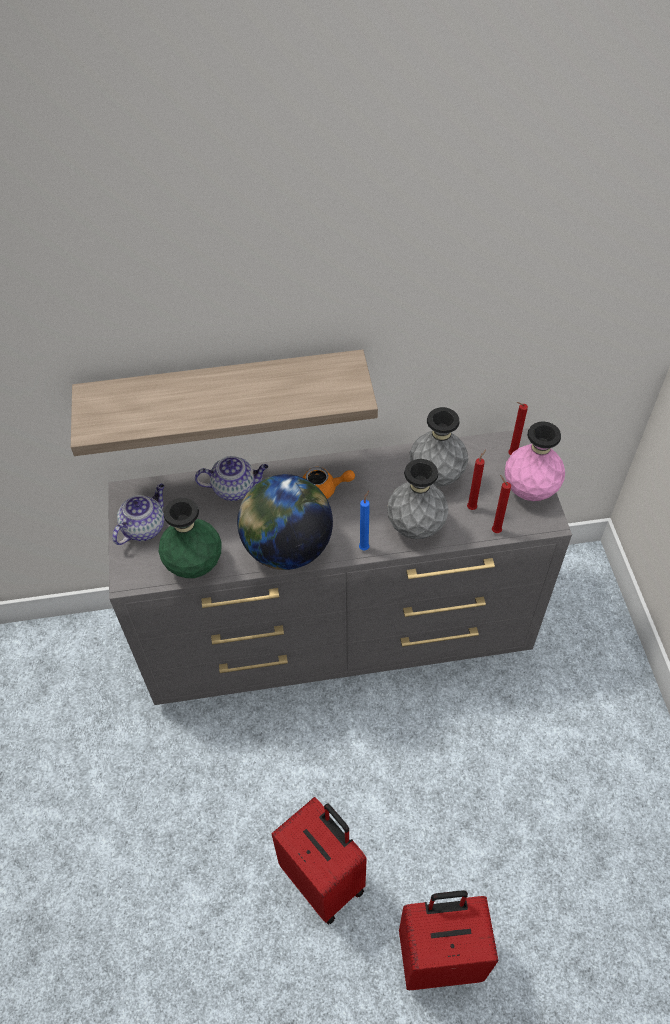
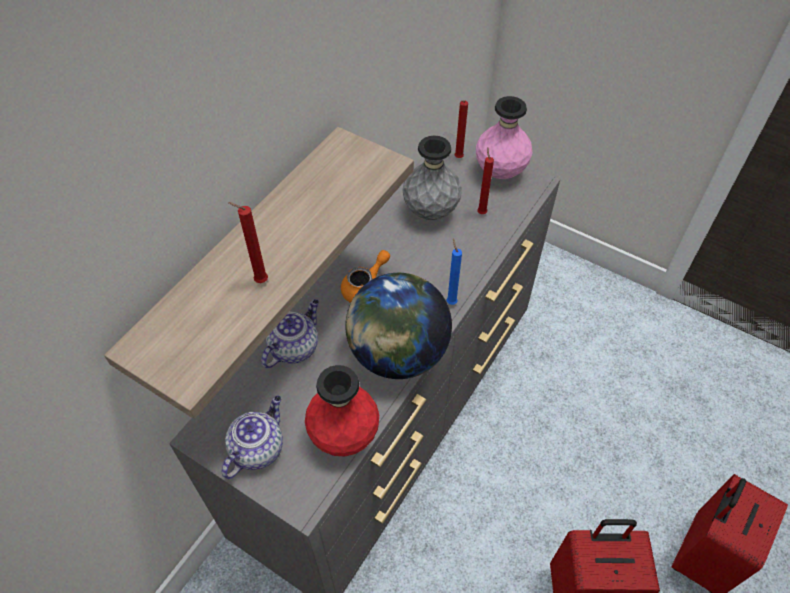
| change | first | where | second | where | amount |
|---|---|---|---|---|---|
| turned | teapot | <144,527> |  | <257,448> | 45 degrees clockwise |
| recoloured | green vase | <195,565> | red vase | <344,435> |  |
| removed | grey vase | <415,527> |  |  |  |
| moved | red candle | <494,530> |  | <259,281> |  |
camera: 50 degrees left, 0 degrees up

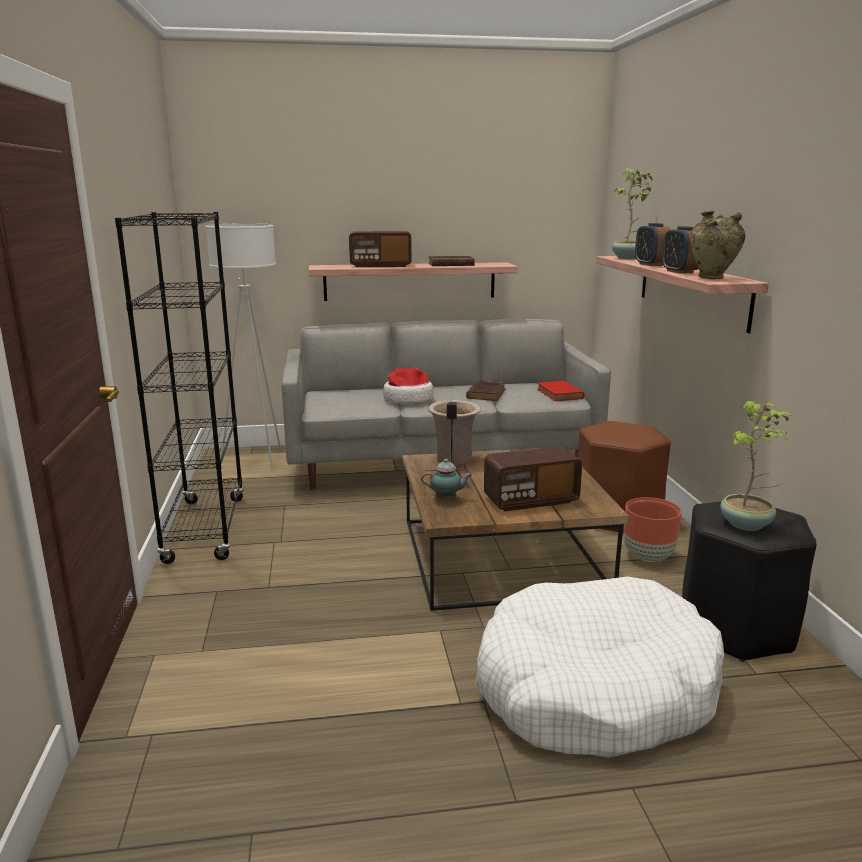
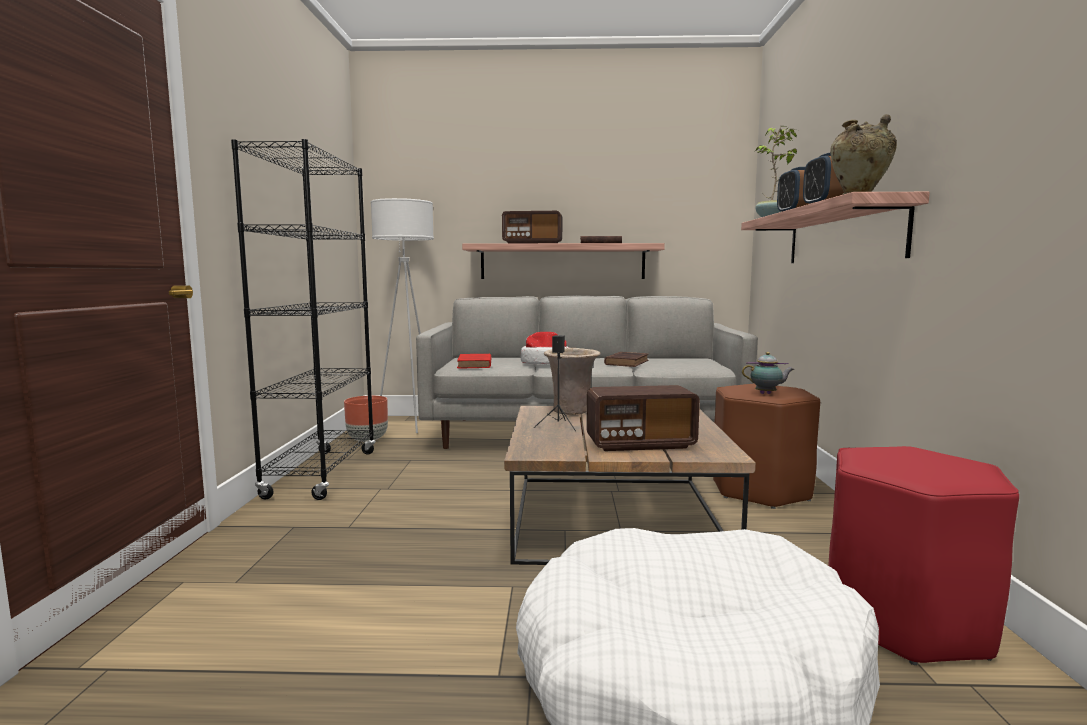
| change | first | where | second | where | amount |
|---|---|---|---|---|---|
| moved | teapot | <447,499> |  | <767,394> |  |
| moved | red book | <560,394> |  | <474,365> |  |
| moved | brown planter | <648,557> |  | <368,440> |  |
| recoloured | black stool | <736,629> | red stool | <905,621> |  |
| removed | potted plant | <747,525> |  |  |  |
camera: 10 degrees right, 10 degrees down

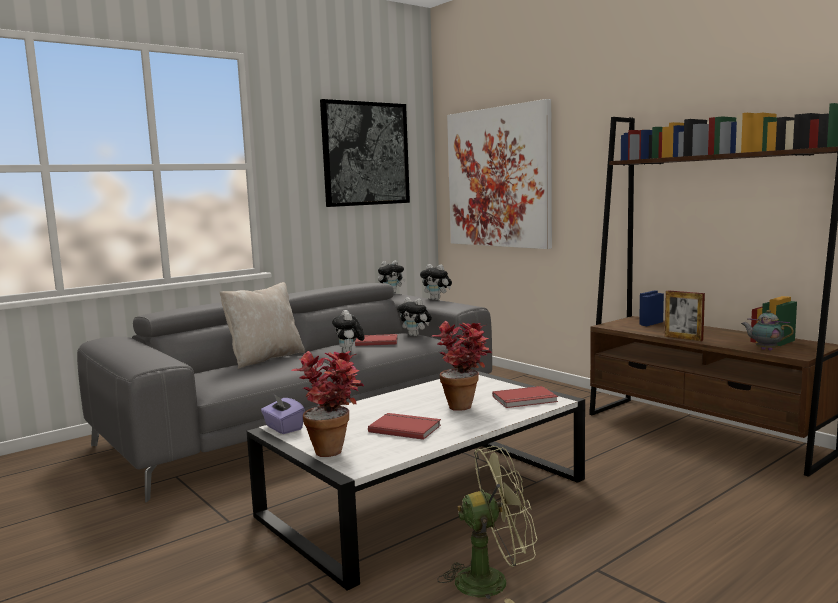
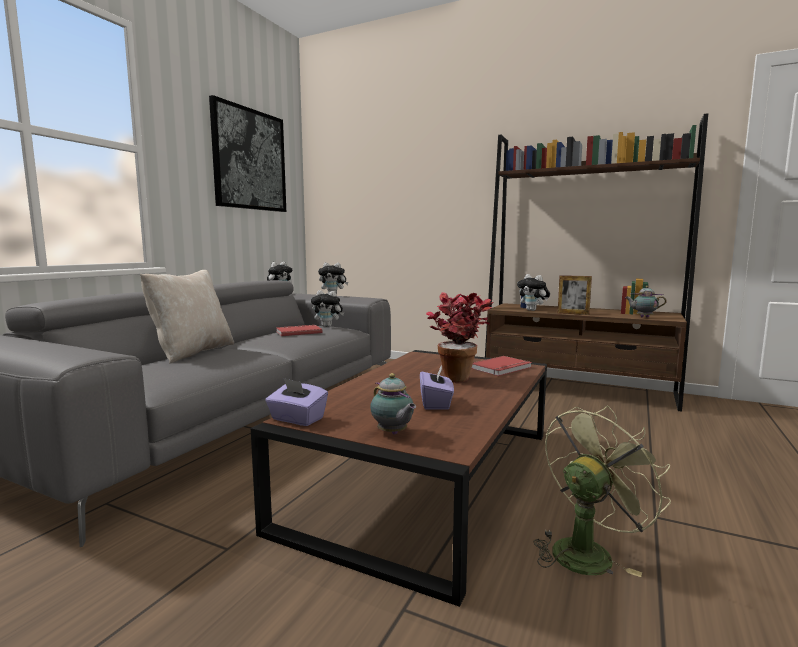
| change | first | where | second | where | amount |
|---|---|---|---|---|---|
| recoloured | white coffee table | <426,496> | brown coffee table | <428,475> |  |
| replaced | potted plant | <335,448> | teapot | <393,433> |  |
| moved | plush toy | <349,352> |  | <533,310> |  |
| replaced | red book | <405,428> | purple tissue box | <436,403> |  |
| removed | picture | <498,177> |  |  |  |
camera: 25 degrees left, 0 degrees up

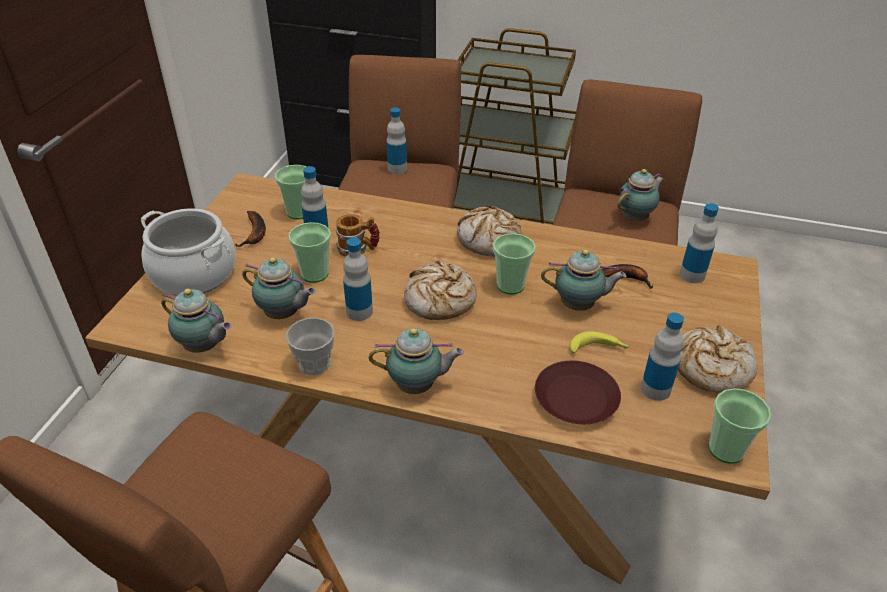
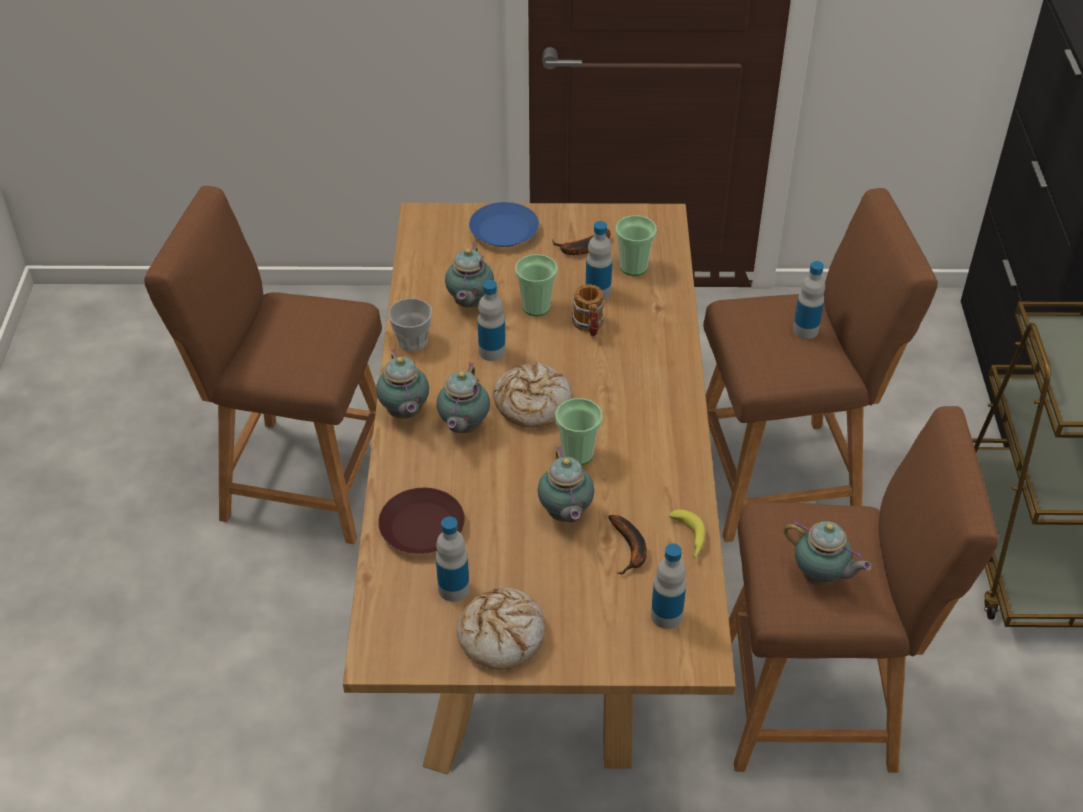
| change | first | where | second | where | amount |
|---|---|---|---|---|---|
| replaced | cooking pot | <194,273> | blue plate | <504,231> |  |
| moved | teapot | <204,347> |  | <463,428> |  |
| removed | bread | <489,240> |  |  |  |
| moved | banana | <598,349> |  | <688,538> |  |
| removed | cup | <726,449> |  |  |  |
camera: 75 degrees right, 5 degrees up

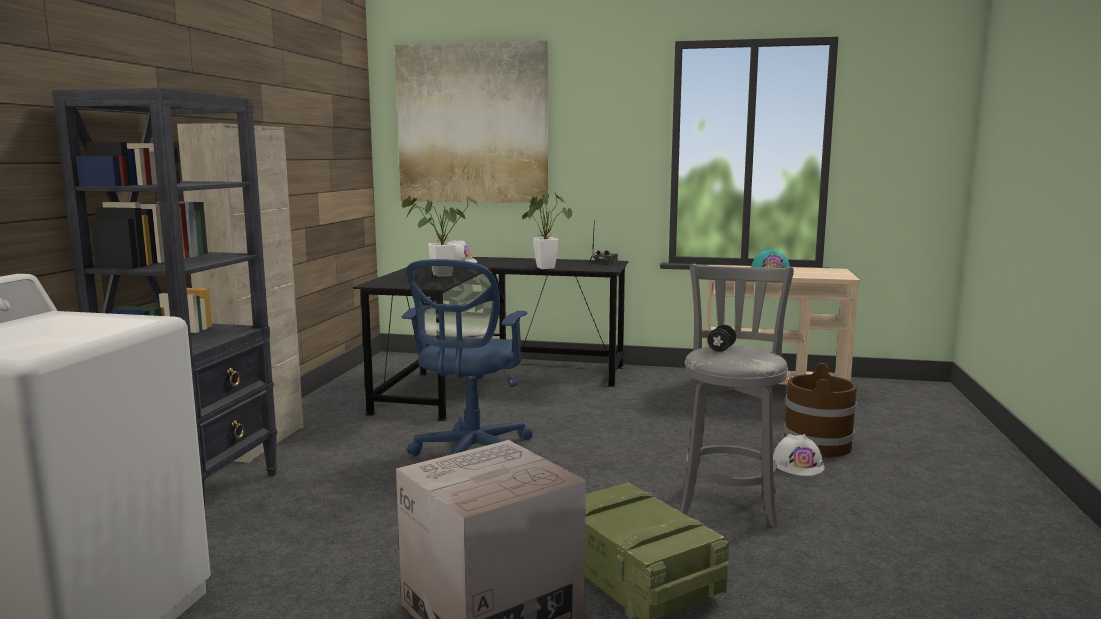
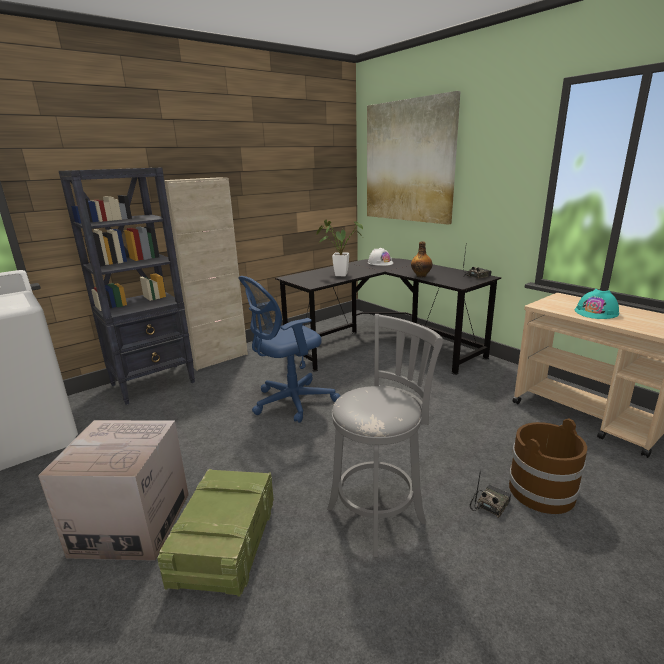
| change | first | where | second | where | amount |
|---|---|---|---|---|---|
| replaced | potted plant | <544,267> | bottle | <421,276> |  |
| removed | black dumbbell | <721,349> |  |  |  |
| replaced | white hard hat | <798,465> | radio | <489,504> |  |
camera: 40 degrees right, 10 degrees up

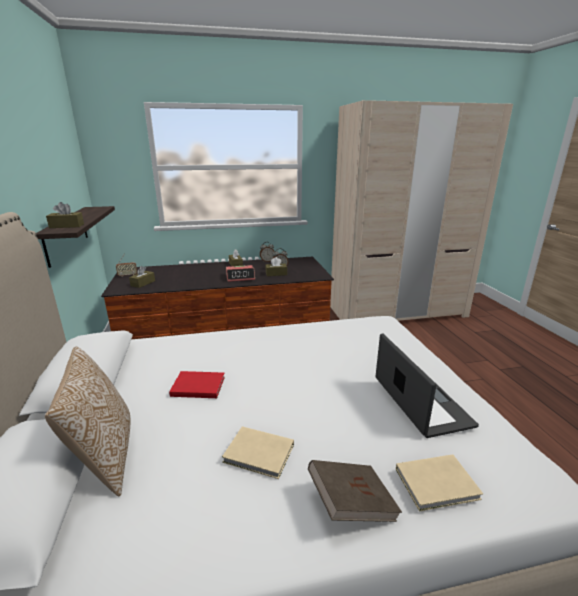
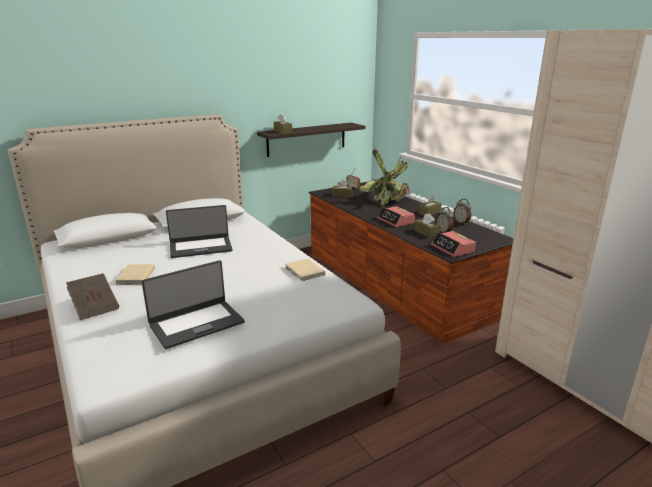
| change | first | where | second | where | amount |
|---|---|---|---|---|---|
| removed | pillow | <105,457> |  |  |  |
| replaced | red book | <197,386> | laptop | <200,247> |  |
| moved | beige book | <439,484> |  | <304,271> |  |
| added |  |  | potted plant | <387,200> |  |
| added |  |  | alarm clock | <452,249> |  |
camera: 70 degrees right, 0 degrees up

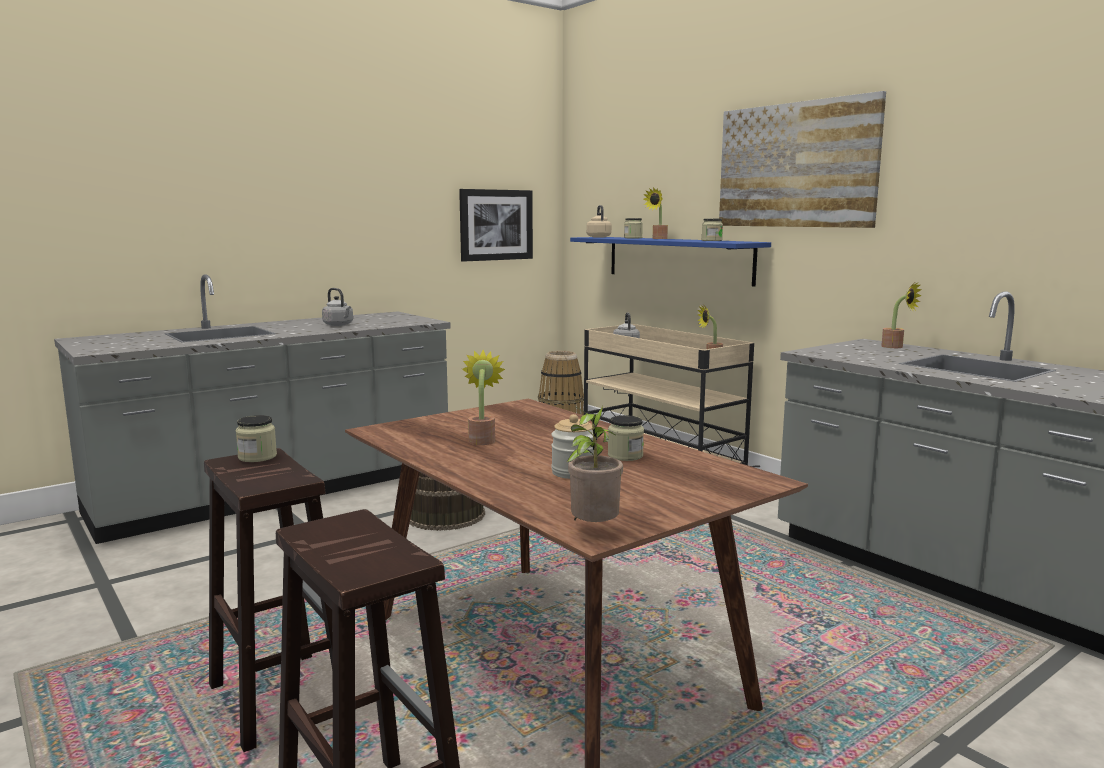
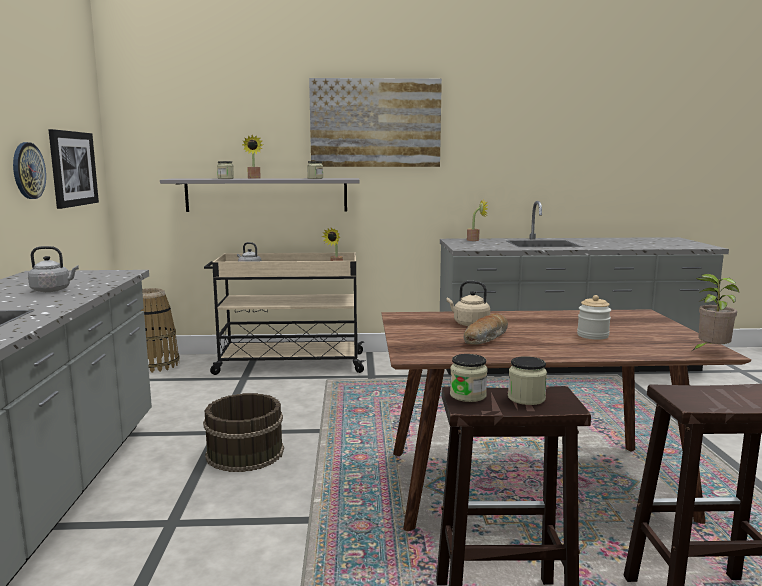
| change | first | where | second | where | amount |
|---|---|---|---|---|---|
| replaced | potted plant | <482,439> | bread | <486,338> |  |
| recoloured | blue shelf | <677,259> | grey shelf | <266,195> |  |
| moved | beige kettle | <598,237> |  | <469,324> |  |
| moved | jar | <625,456> |  | <526,398> |  |
| added |  |  | wall clock | <28,170> |  |
camera: 55 degrees left, 0 degrees up

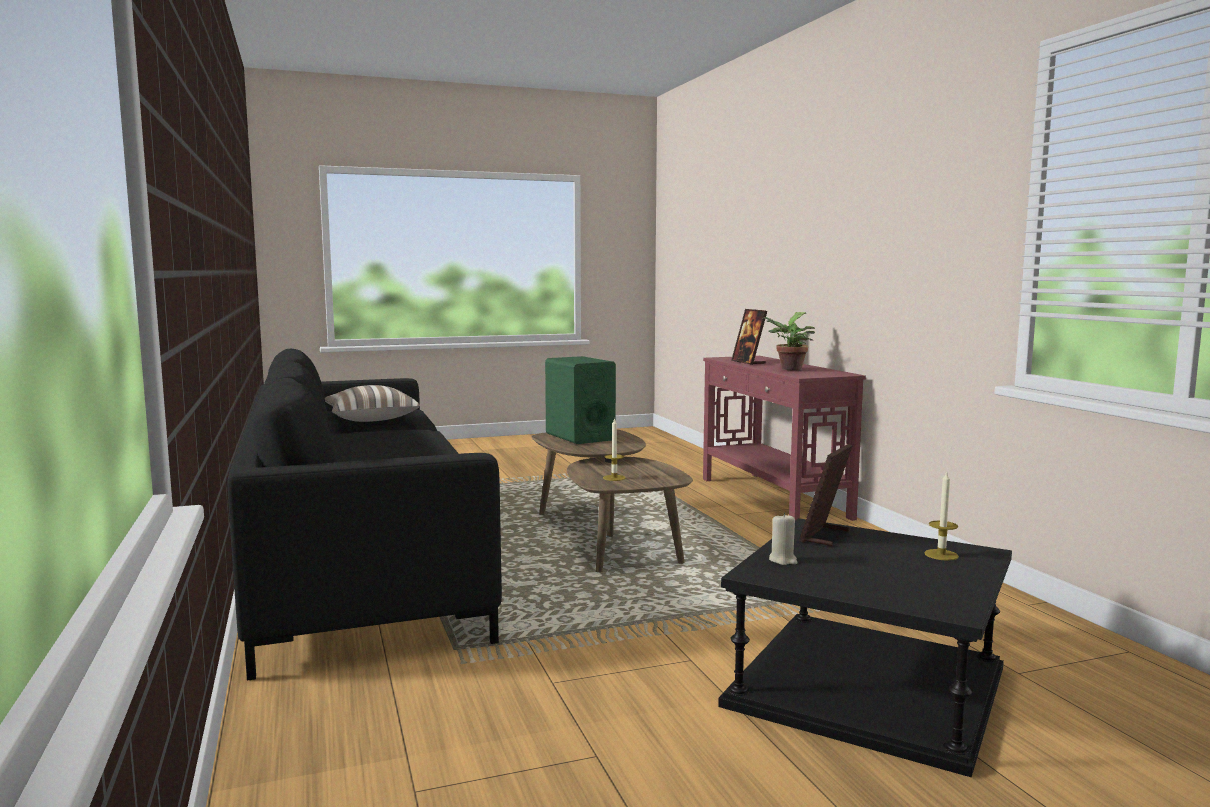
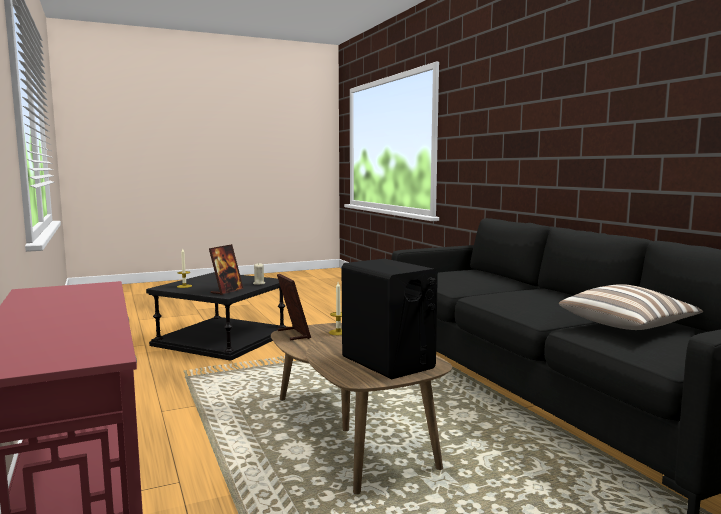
| change | first | where | second | where | amount |
|---|---|---|---|---|---|
| recoloured | green speaker | <579,437> | black speaker | <388,362> |  |
| moved | picture frame | <748,362> |  | <293,334> |  |
| removed | potted plant | <789,369> |  |  |  |
camera: 175 degrees right, 0 degrees up

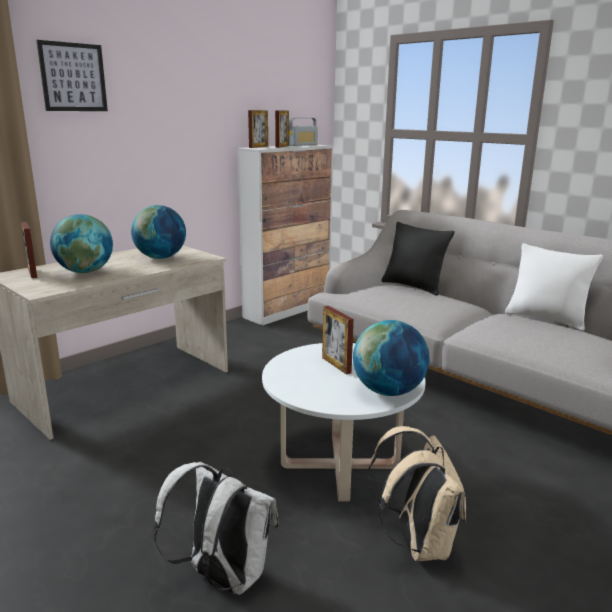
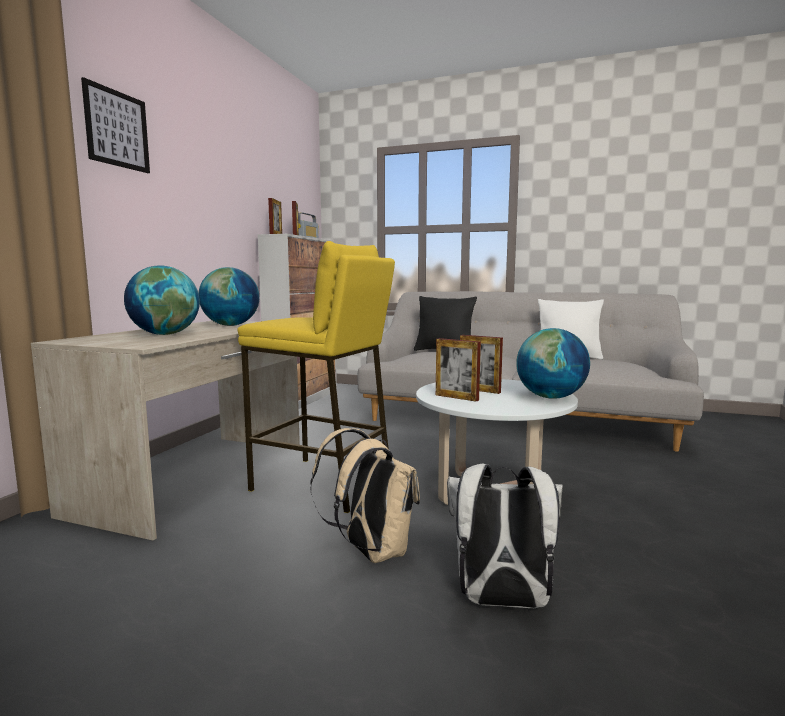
| change | first | where | second | where | amount |
|---|---|---|---|---|---|
| moved | picture frame | <32,273> |  | <456,397> |  |
| moved | beige backpack | <418,543> |  | <370,551> |  |
| added |  |  | yellow stool | <323,484> |  |
camera: 25 degrees left, 10 degrees down

